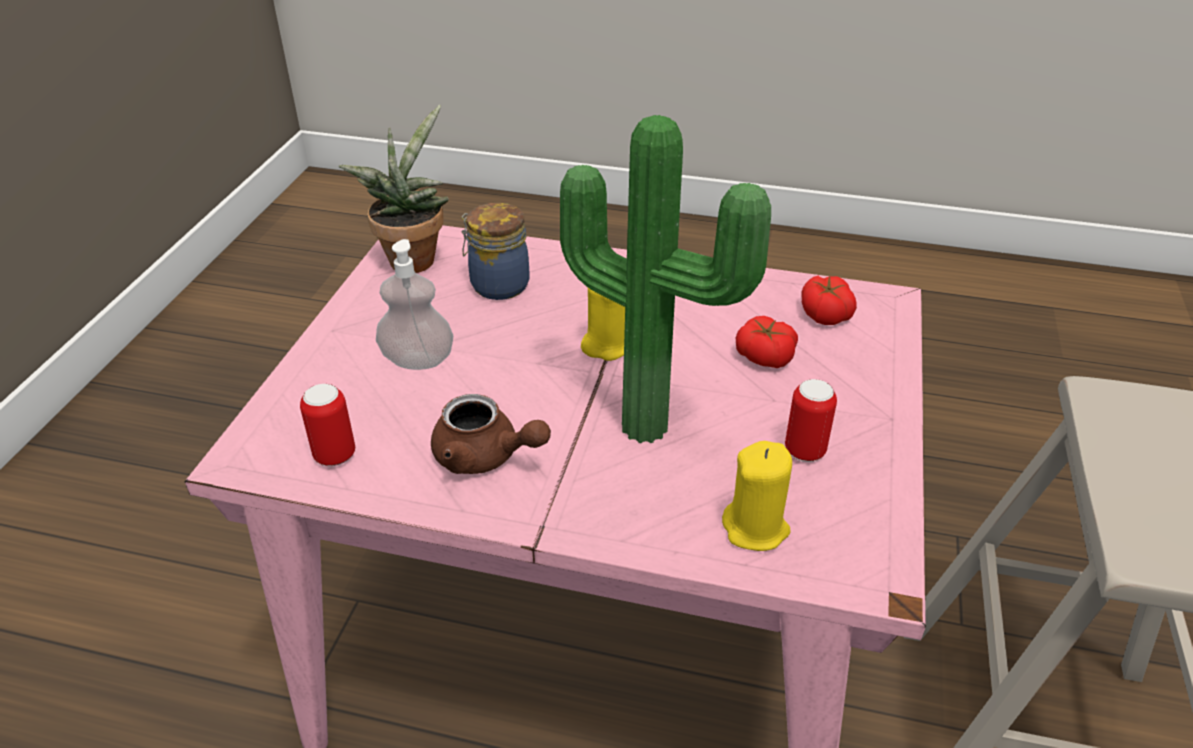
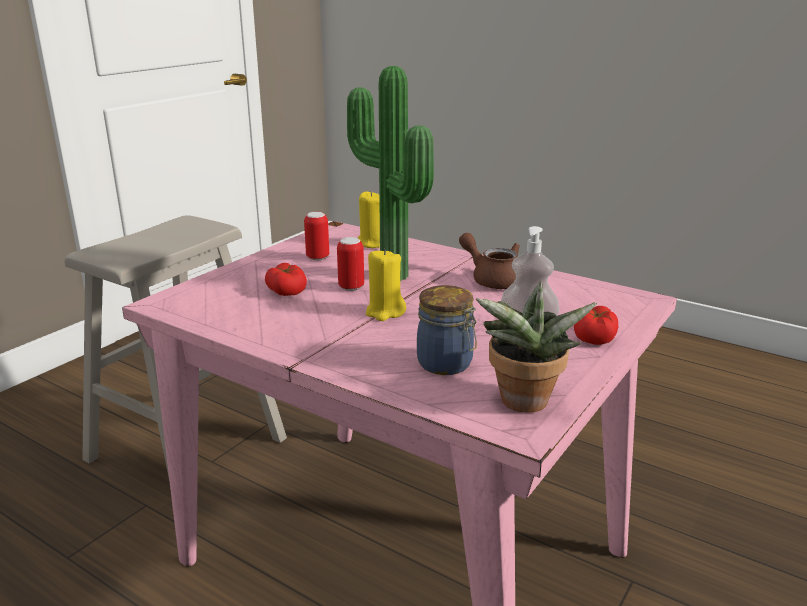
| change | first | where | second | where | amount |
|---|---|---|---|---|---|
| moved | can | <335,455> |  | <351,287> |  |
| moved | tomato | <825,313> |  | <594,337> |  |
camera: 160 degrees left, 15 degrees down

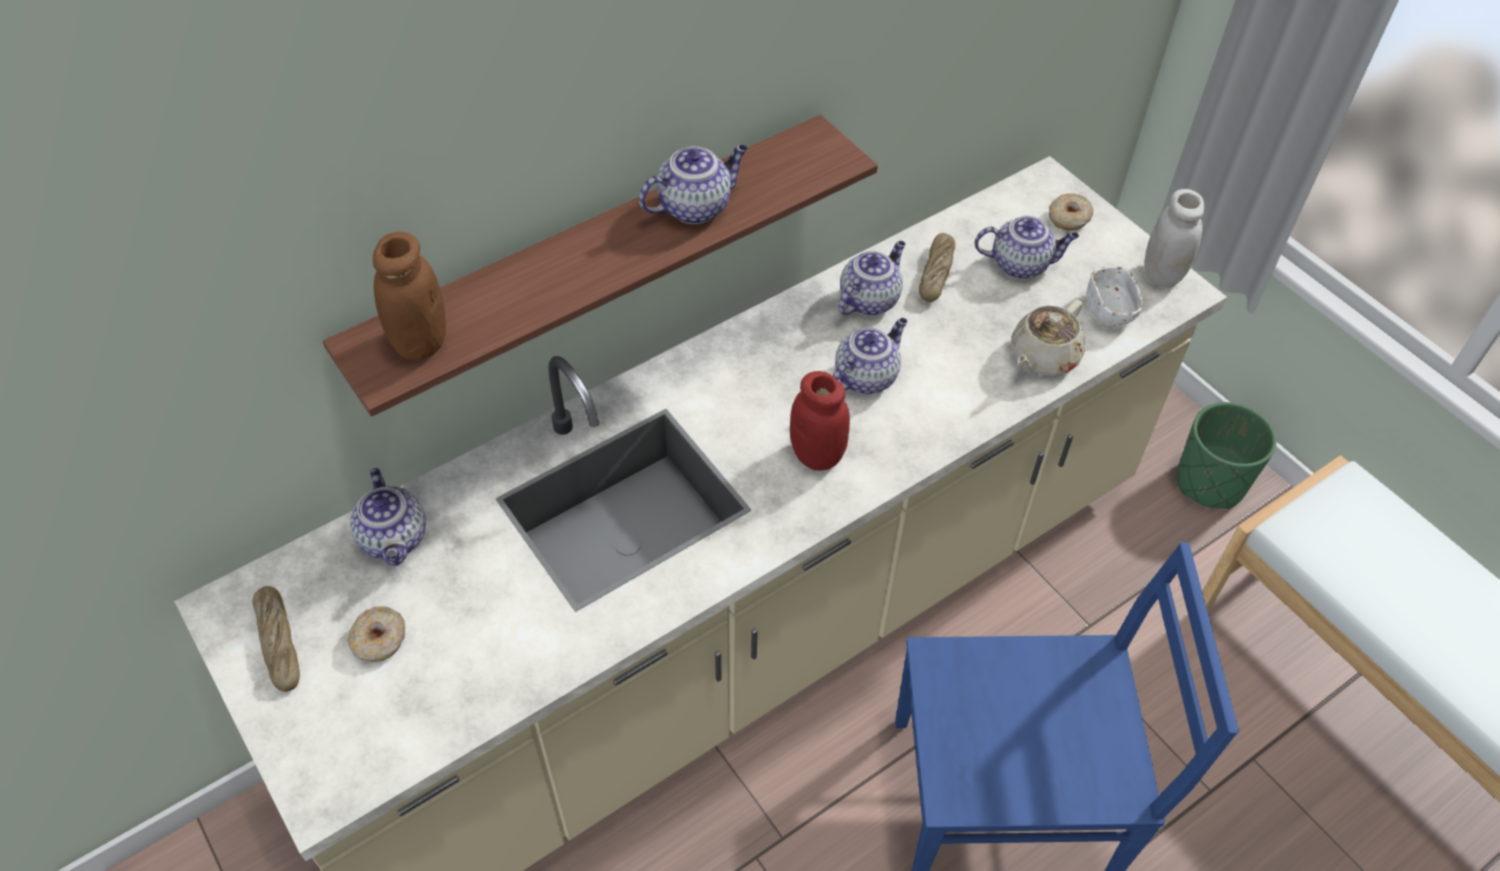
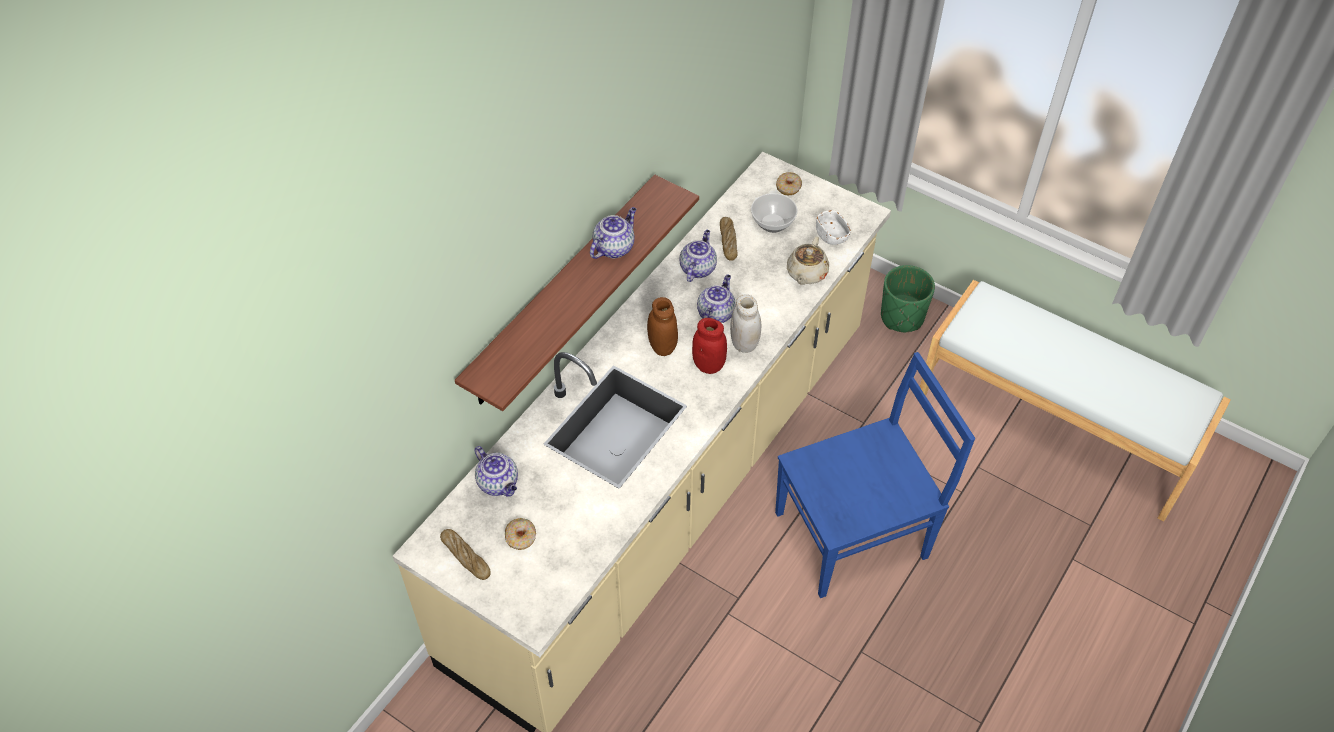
| change | first | where | second | where | amount |
|---|---|---|---|---|---|
| moved | brown jar | <420,342> |  | <662,347> |  |
| replaced | teapot | <1021,264> | bowl | <773,222> |  |
| moved | white jar | <1162,274> |  | <744,343> |  |
camera: 20 degrees left, 0 degrees up

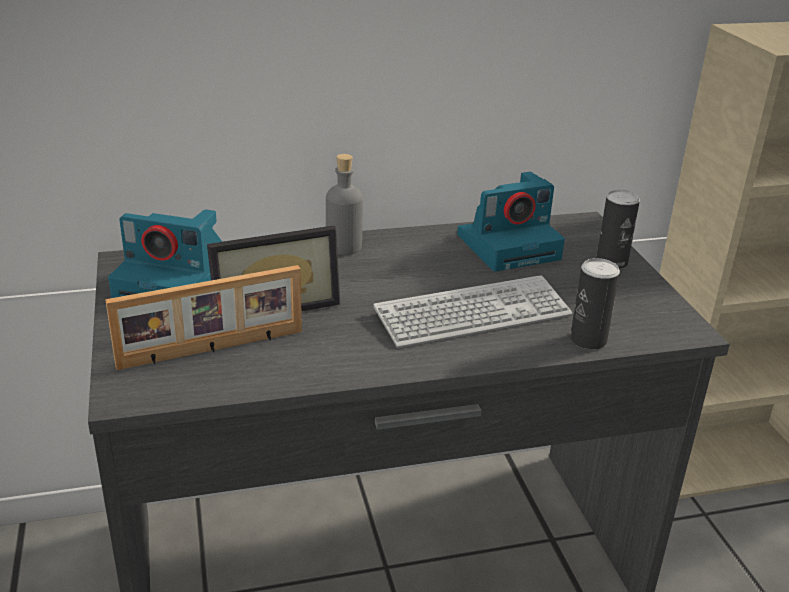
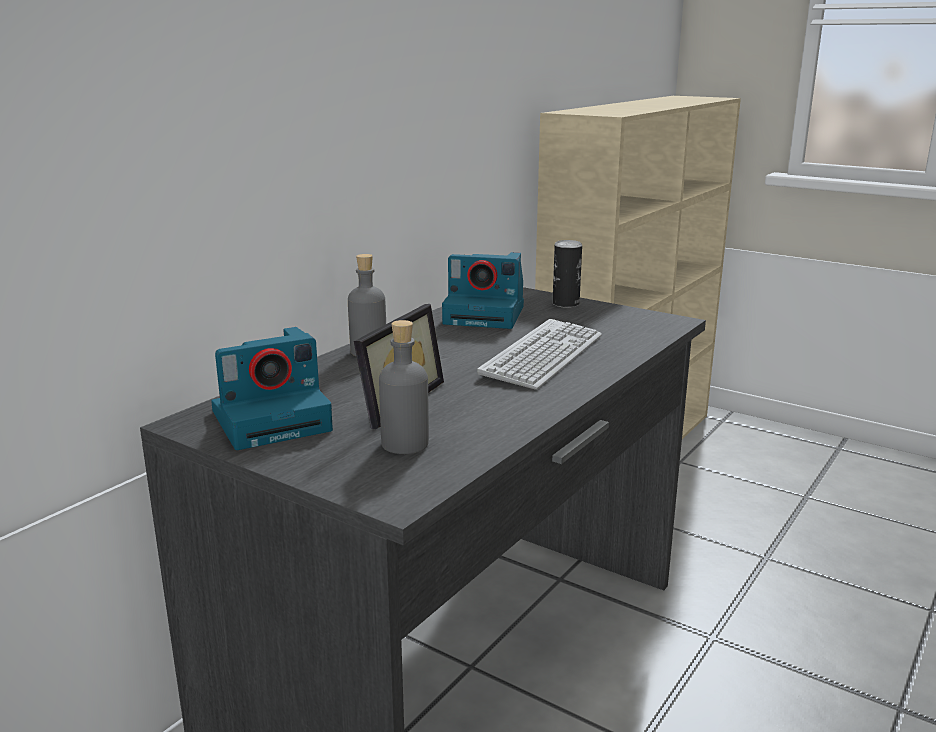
| change | first | where | second | where | amount |
|---|---|---|---|---|---|
| replaced | picture frame | <212,350> | grey bottle | <405,443> |  |
| turned | photo camera | <510,246> |  | <486,315> | 75 degrees clockwise |
| removed | can | <588,340> |  |  |  |
camera: 40 degrees left, 10 degrees down

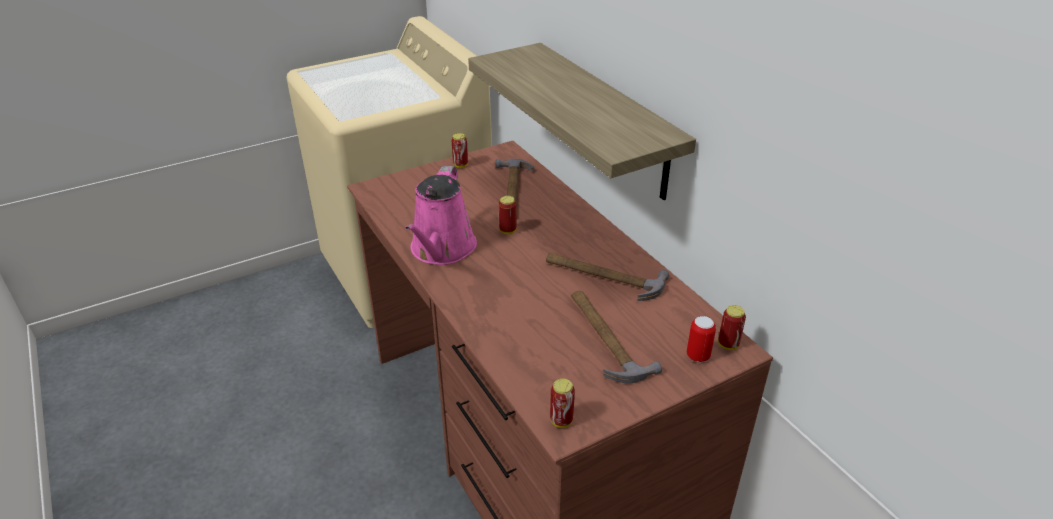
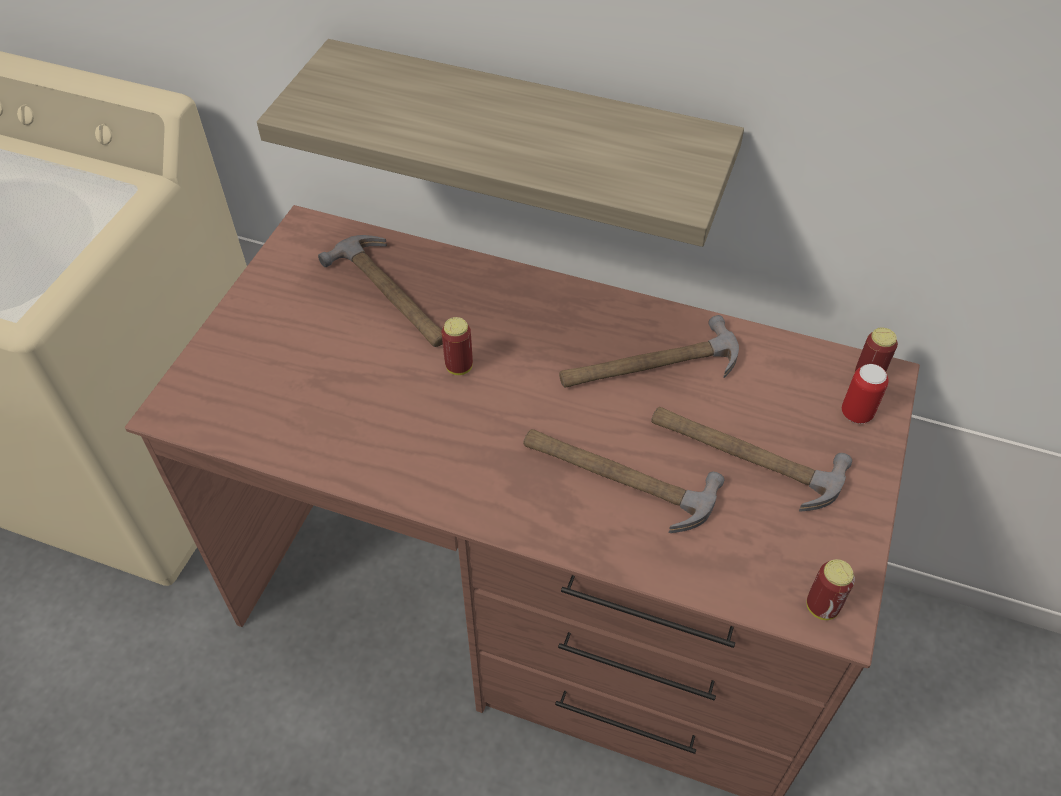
| change | first | where | second | where | amount |
|---|---|---|---|---|---|
| removed | pink watering can | <441,250> |  |  |  |
| removed | can | <460,165> |  |  |  |
| added |  |  | hammer | <615,477> |  |
camera: 40 degrees left, 15 degrees up

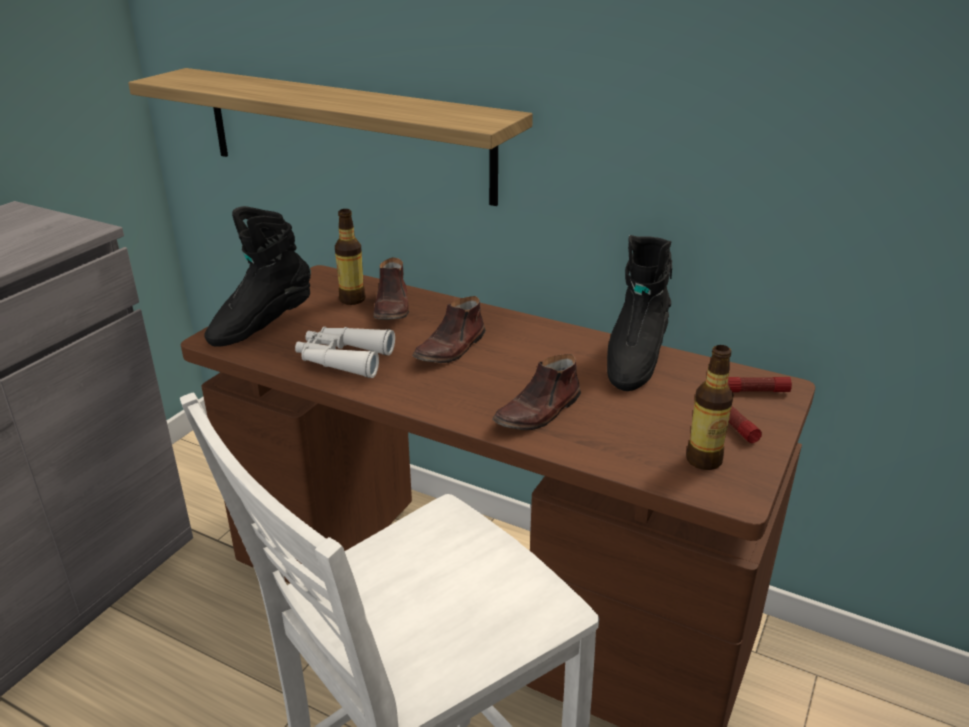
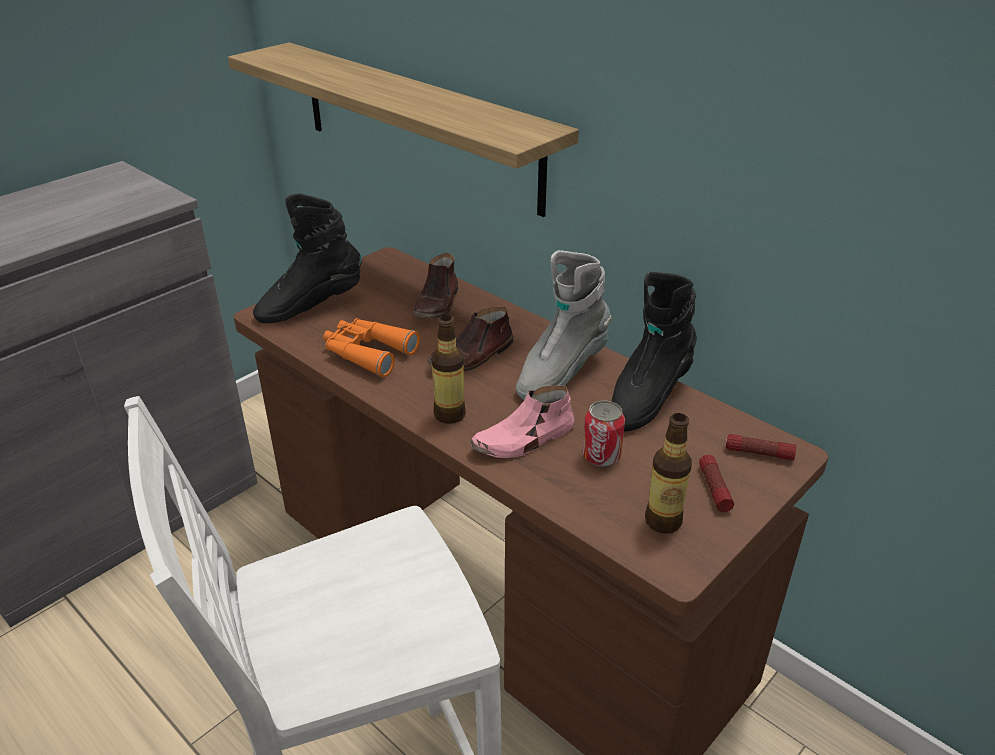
| change | first | where | second | where | amount |
|---|---|---|---|---|---|
| recoloured | white binoculars | <343,359> | orange binoculars | <367,353> |  |
| moved | bottle | <352,299> |  | <449,415> |  |
| recoloured | brown shoe | <539,412> | pink shoe | <524,439> |  |
| added |  |  | grey boot | <560,373> |  |
| added |  |  | can | <601,456> |  |
camera: 15 degrees right, 5 degrees up

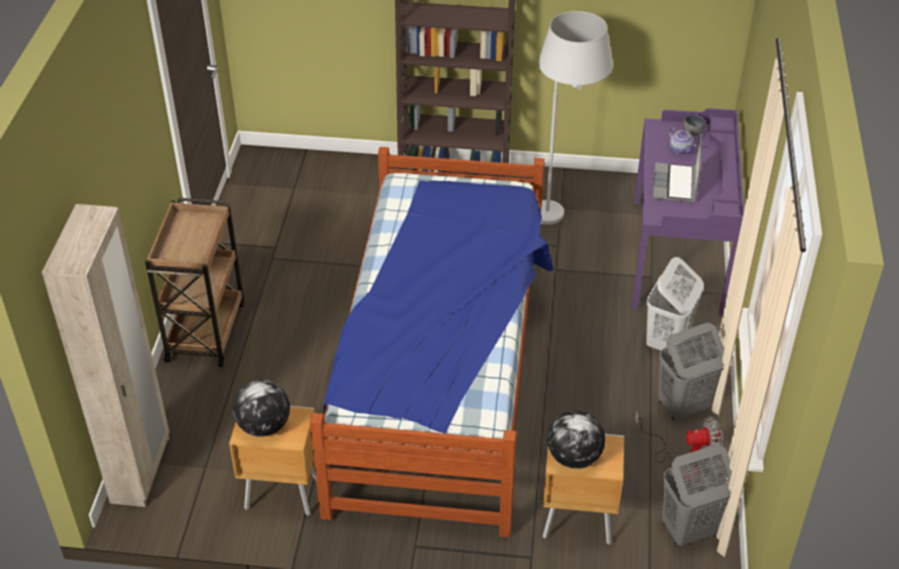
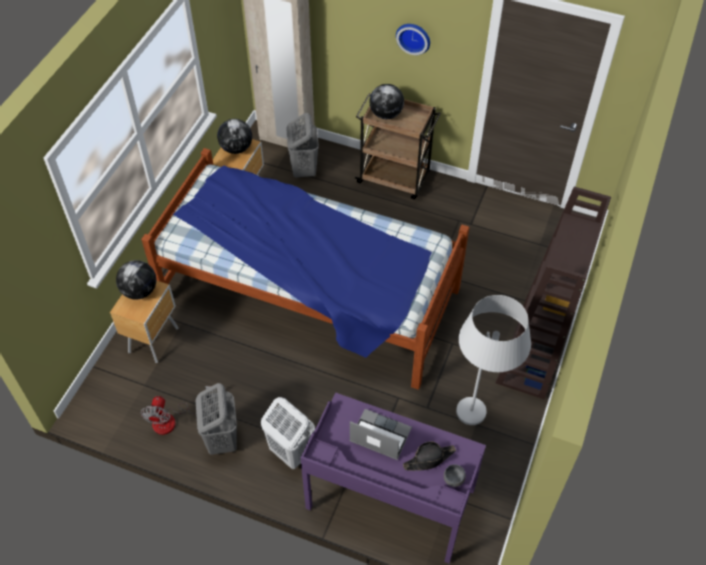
| change | first | where | second | where | amount |
|---|---|---|---|---|---|
| moved | grey laundry basket | <689,530> |  | <304,169> |  |
| replaced | teapot | <681,149> | black hat | <429,459> |  |
| added |  |  | globe | <386,114> |  |
| added |  |  | wall clock | <414,37> |  |
camera: 105 degrees right, 10 degrees up

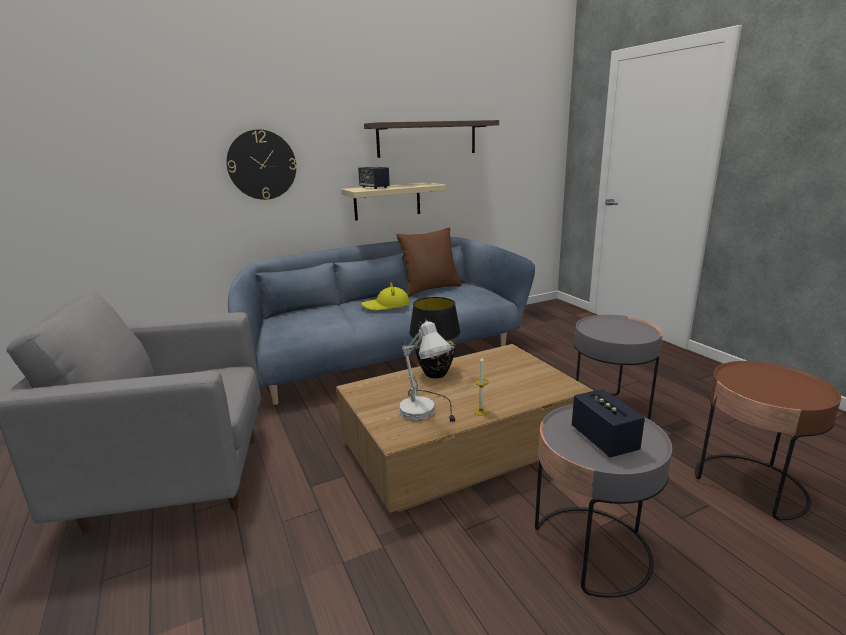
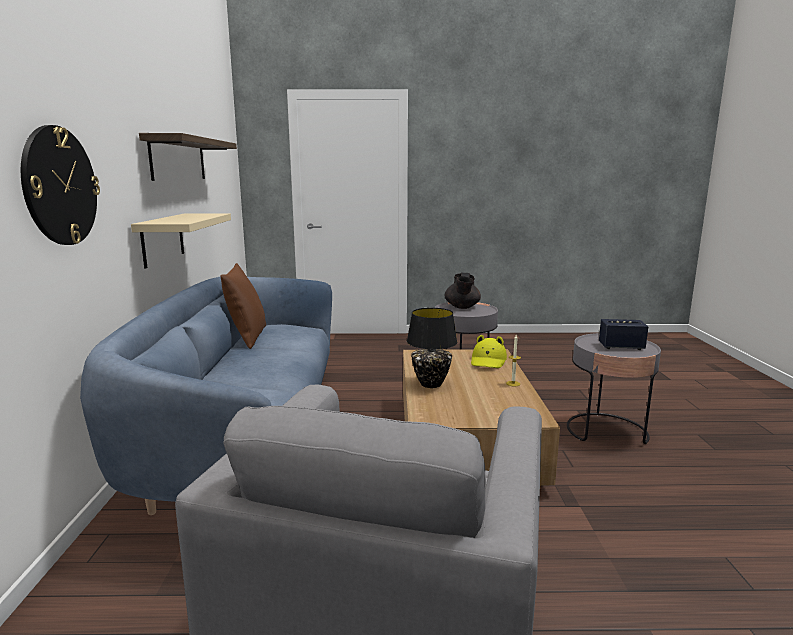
| change | first | where | second | where | amount |
|---|---|---|---|---|---|
| removed | speaker | <374,187> |  |  |  |
| moved | yellow hat | <386,305> |  | <488,361> |  |
| removed | white table lamp | <429,412> |  |  |  |
| removed | brown side table | <750,485> |  |  |  |
| added |  |  | black teapot | <462,307> |  |
camera: 65 degrees left, 5 degrees down

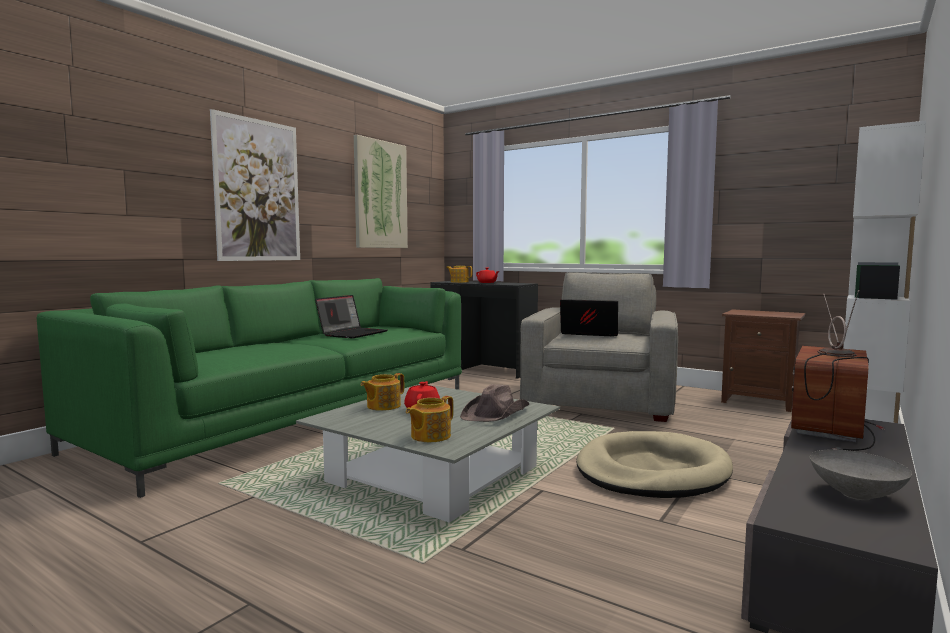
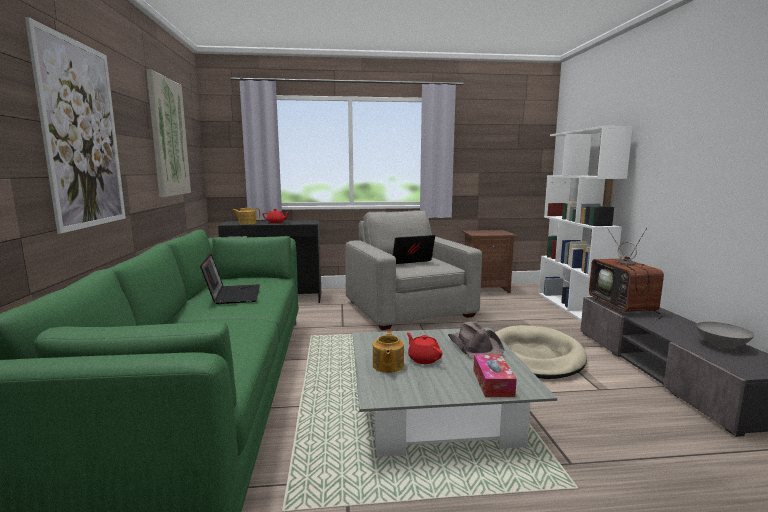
| change | first | where | second | where | amount |
|---|---|---|---|---|---|
| replaced | teapot | <429,436> | tissue box | <493,383> |  |
camera: 40 degrees left, 5 degrees up

